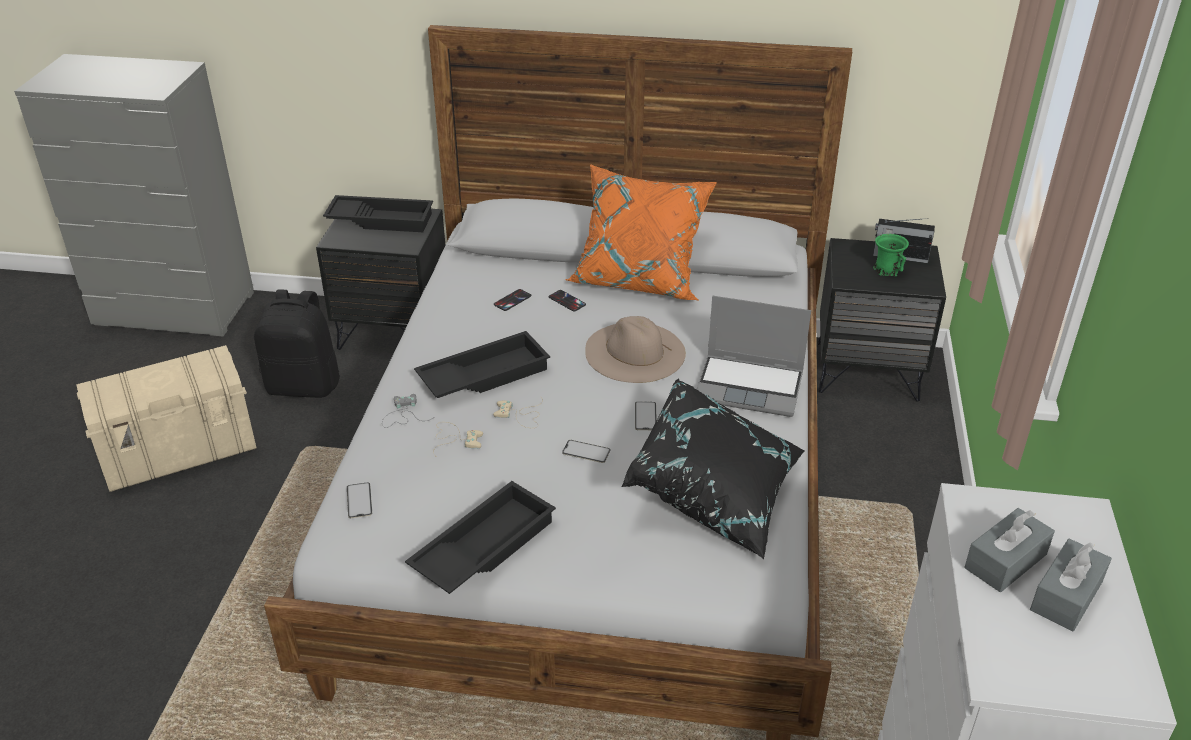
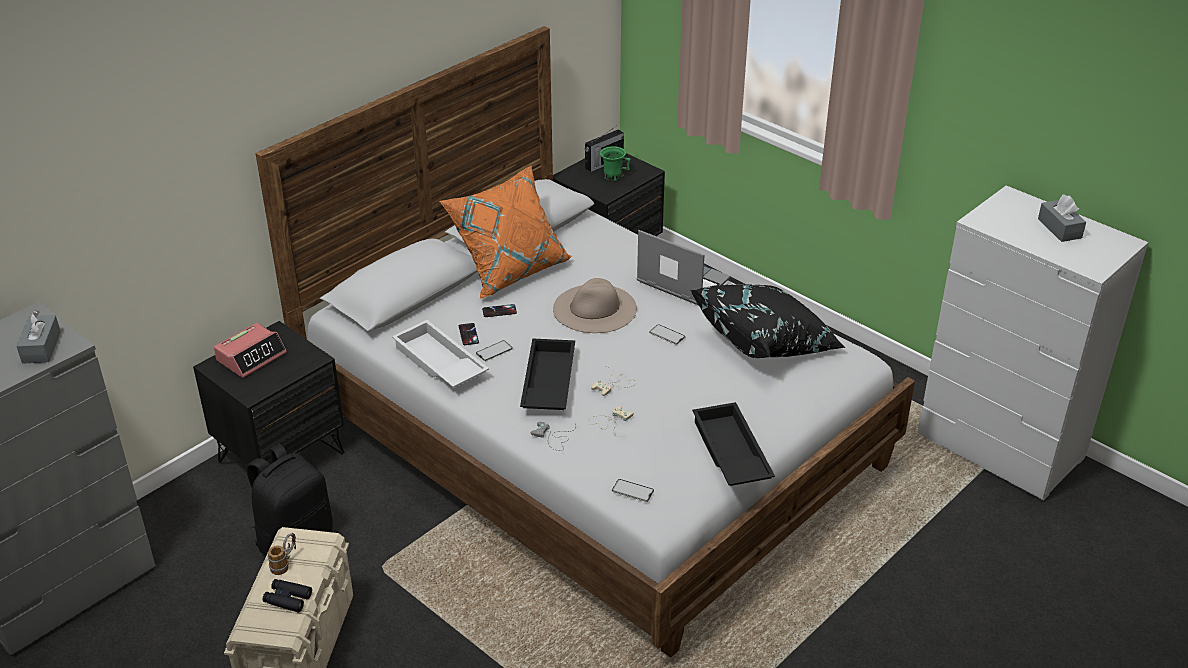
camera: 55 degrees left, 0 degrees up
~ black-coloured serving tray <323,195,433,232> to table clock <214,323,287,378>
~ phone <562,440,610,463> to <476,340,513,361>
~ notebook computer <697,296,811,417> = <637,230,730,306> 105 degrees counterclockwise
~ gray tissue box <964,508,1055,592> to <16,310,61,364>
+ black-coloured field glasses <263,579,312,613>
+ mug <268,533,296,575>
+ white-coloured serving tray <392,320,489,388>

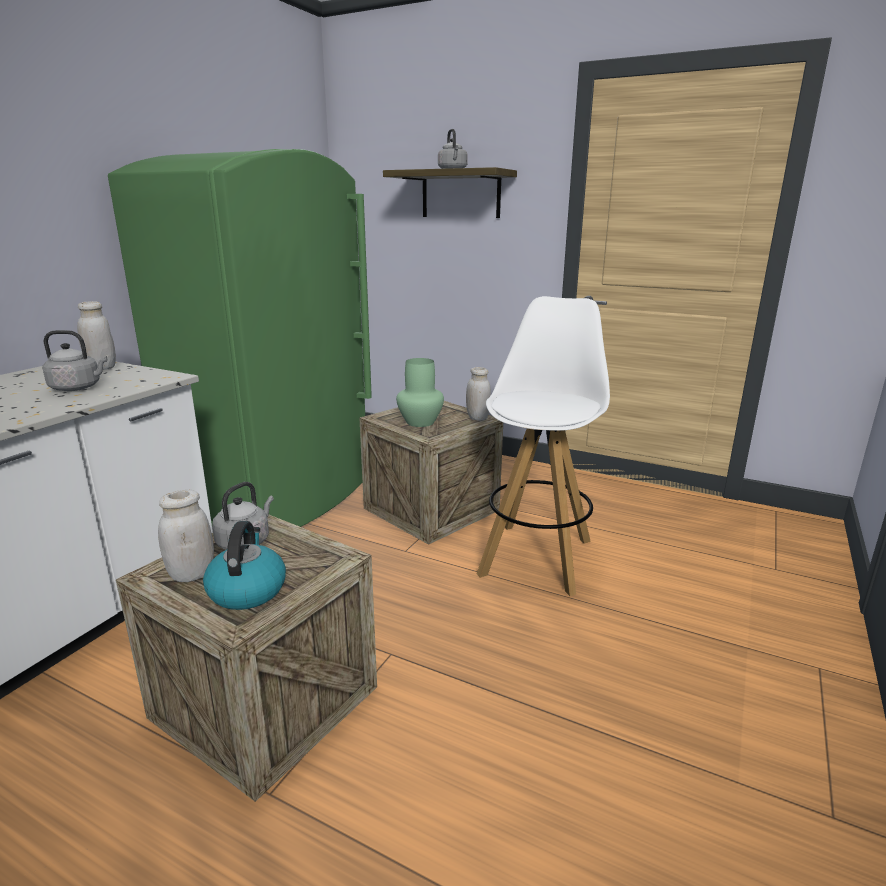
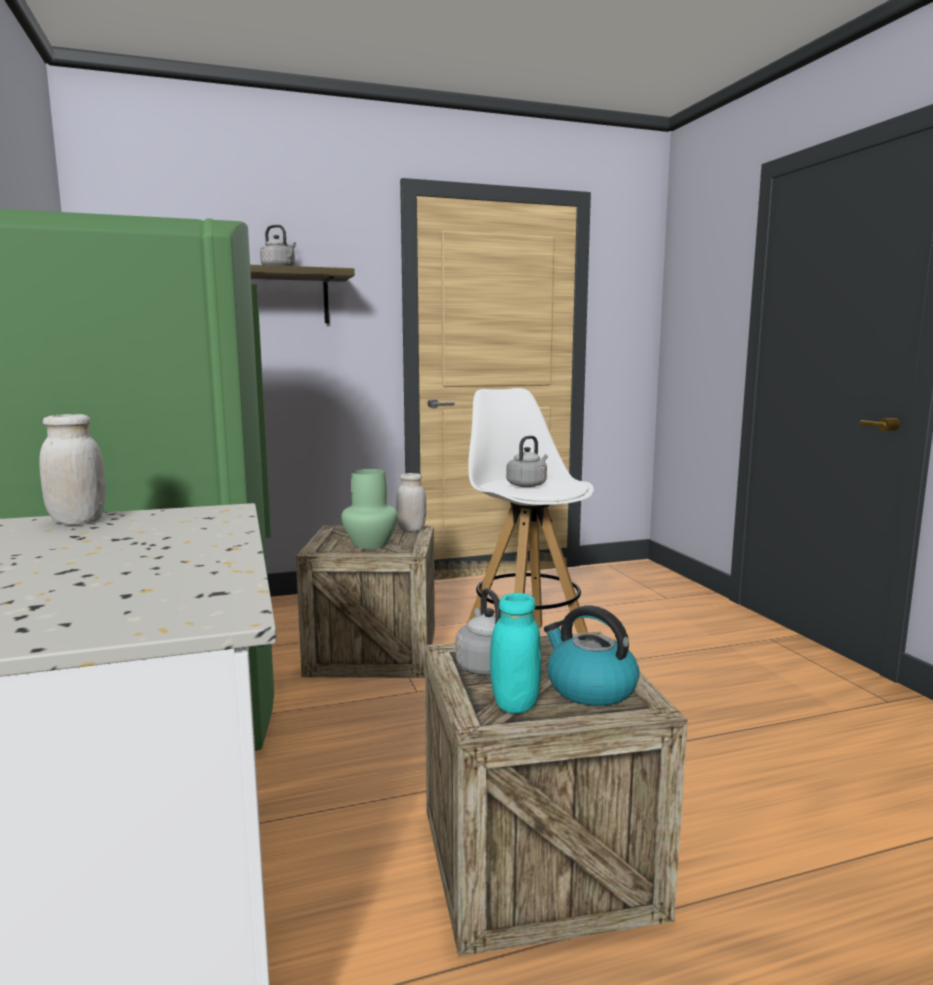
camera: 45 degrees left, 10 degrees down
~ gray kettle <43,330,107,391> to <506,436,548,487>
~ white-coloured storage jar <158,490,214,582> to blue-green storage jar <490,593,542,714>

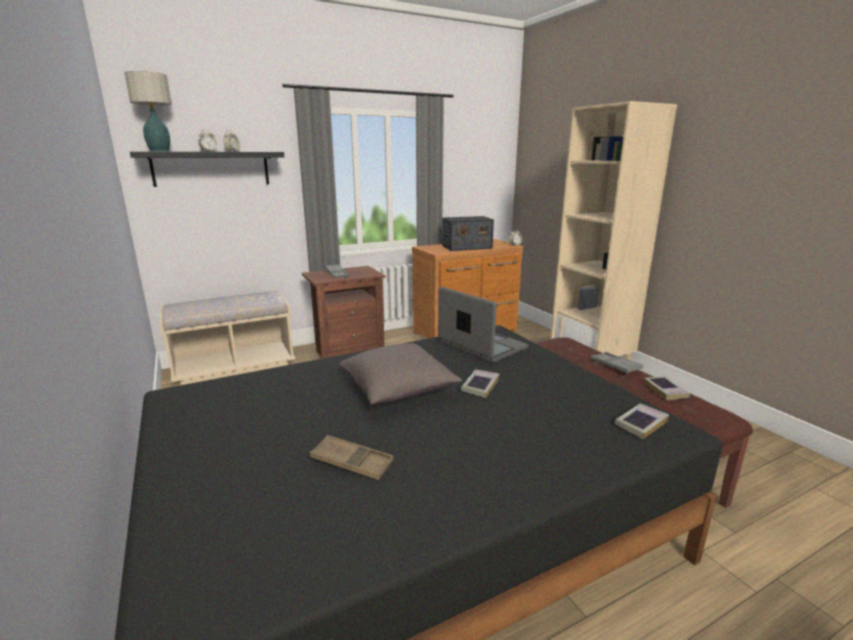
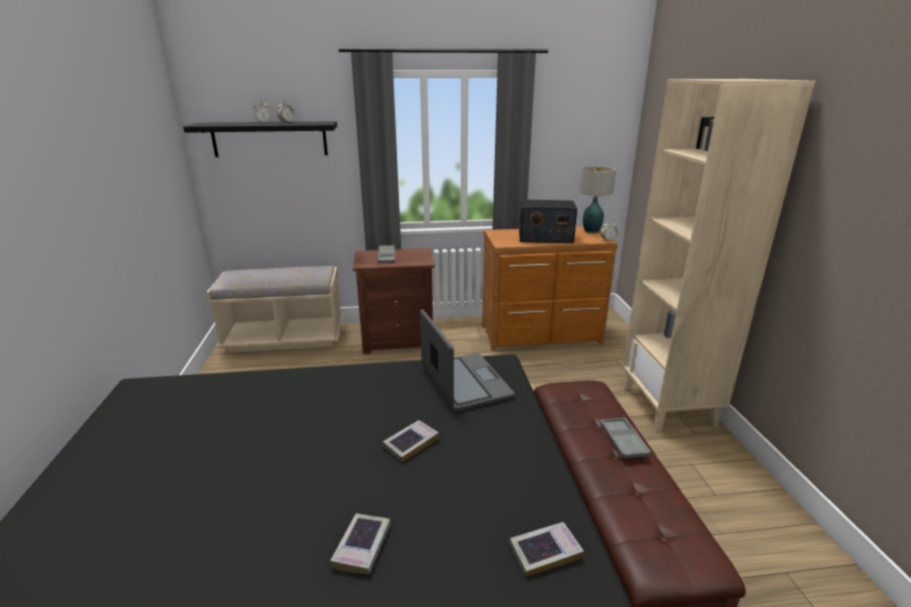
camera: 20 degrees right, 5 degrees up
~ lamp for a table <124,71,172,152> to <580,166,616,233>
- brownish serving tray <310,435,394,480>
- gray pillow <339,343,462,405>
~ volume <644,376,690,400> to <330,514,391,574>

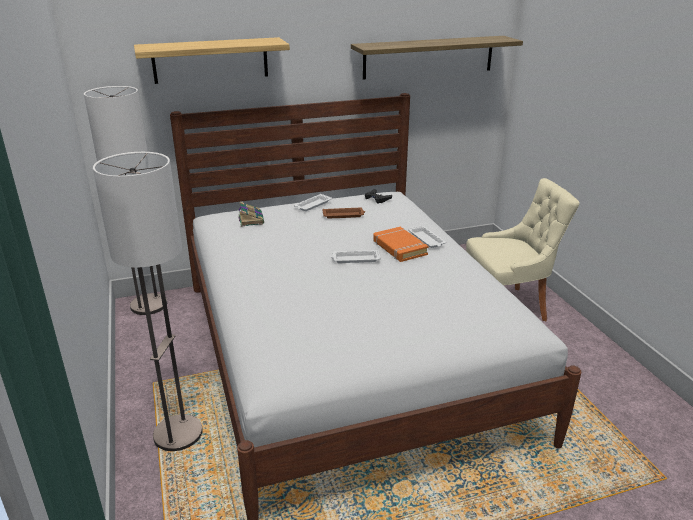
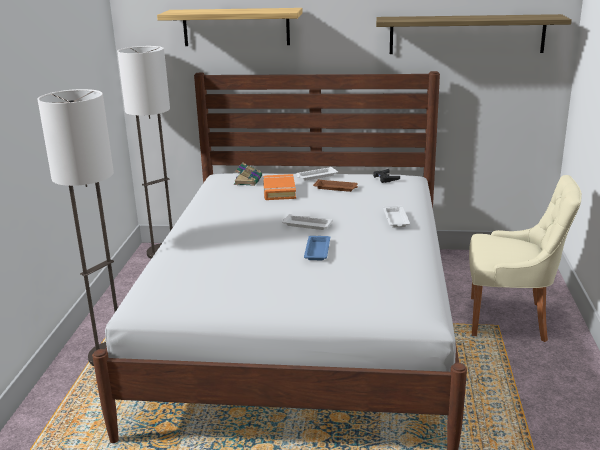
camera: 25 degrees right, 5 degrees down
~ orange-coloured volume <373,227,428,262> to <263,174,296,200>
+ blue-coloured serving tray <304,236,330,260>

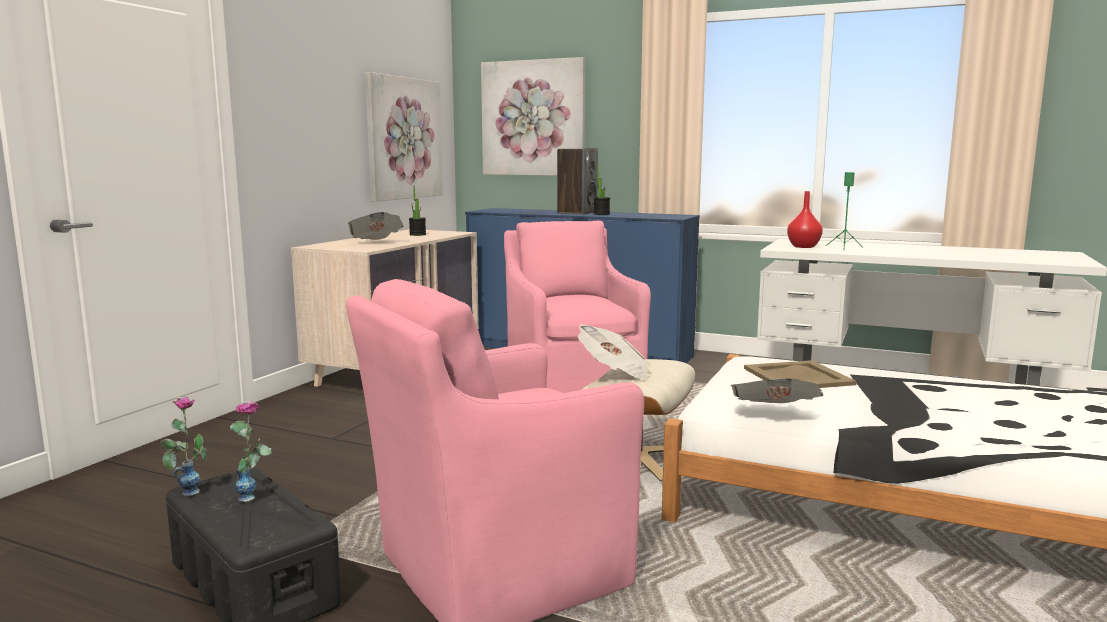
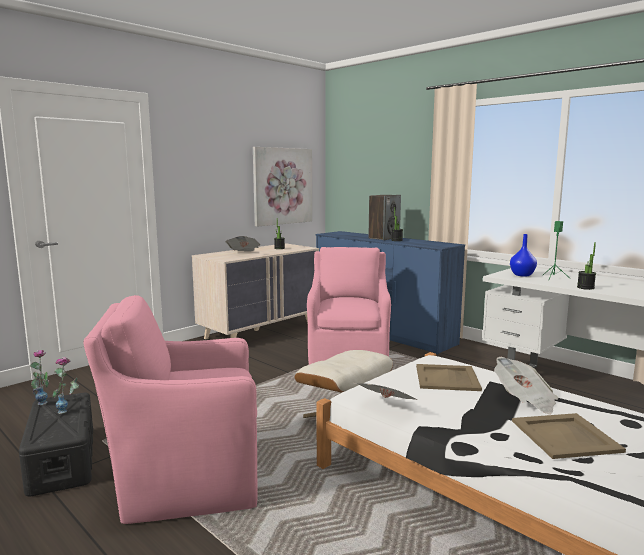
camera: 20 degrees right, 0 degrees up
- wall art <481,57,585,176>
~ printed paper <577,324,650,380> to <494,357,558,415>
~ red decorative vase <787,191,823,248> to blue-coloured decorative vase <510,234,537,277>
+ beige-coloured serving tray <512,413,626,459>
+ plant in a pot <577,242,596,290>

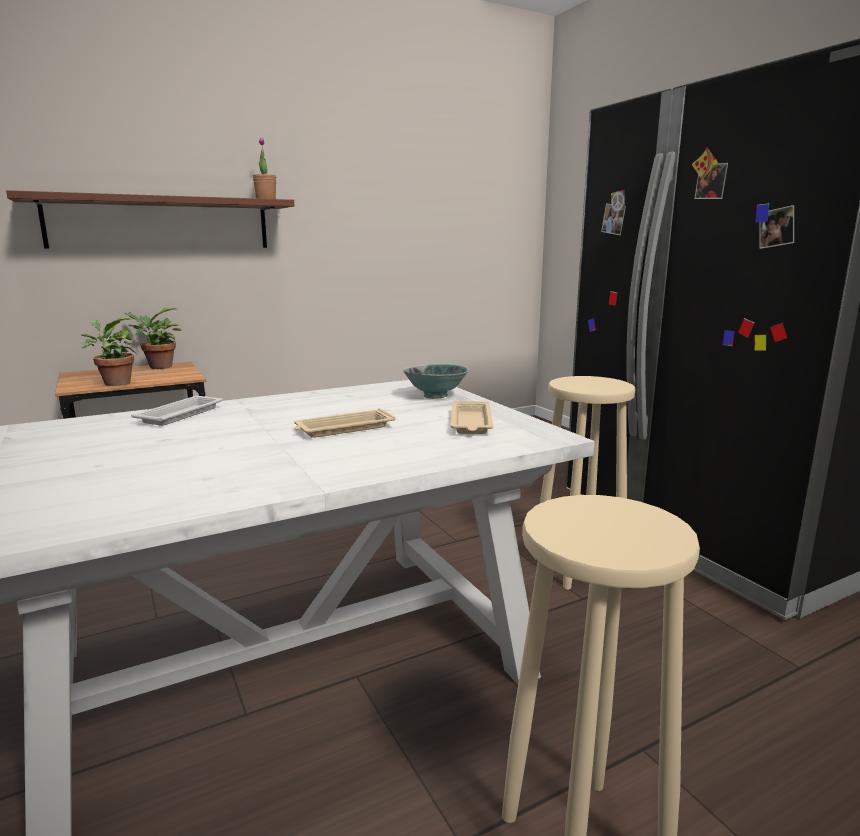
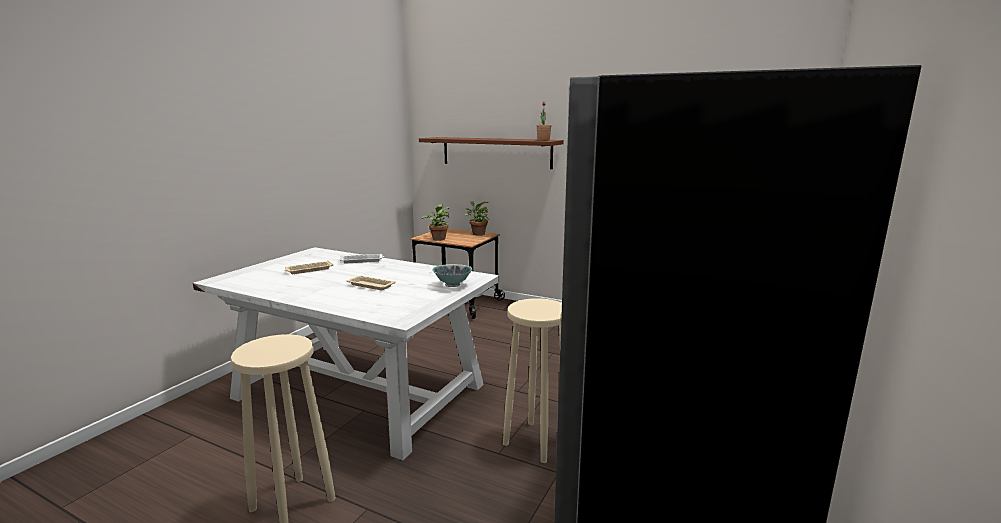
camera: 55 degrees right, 0 degrees up
~ beige-coloured serving tray <451,401,493,434> to <284,260,333,274>

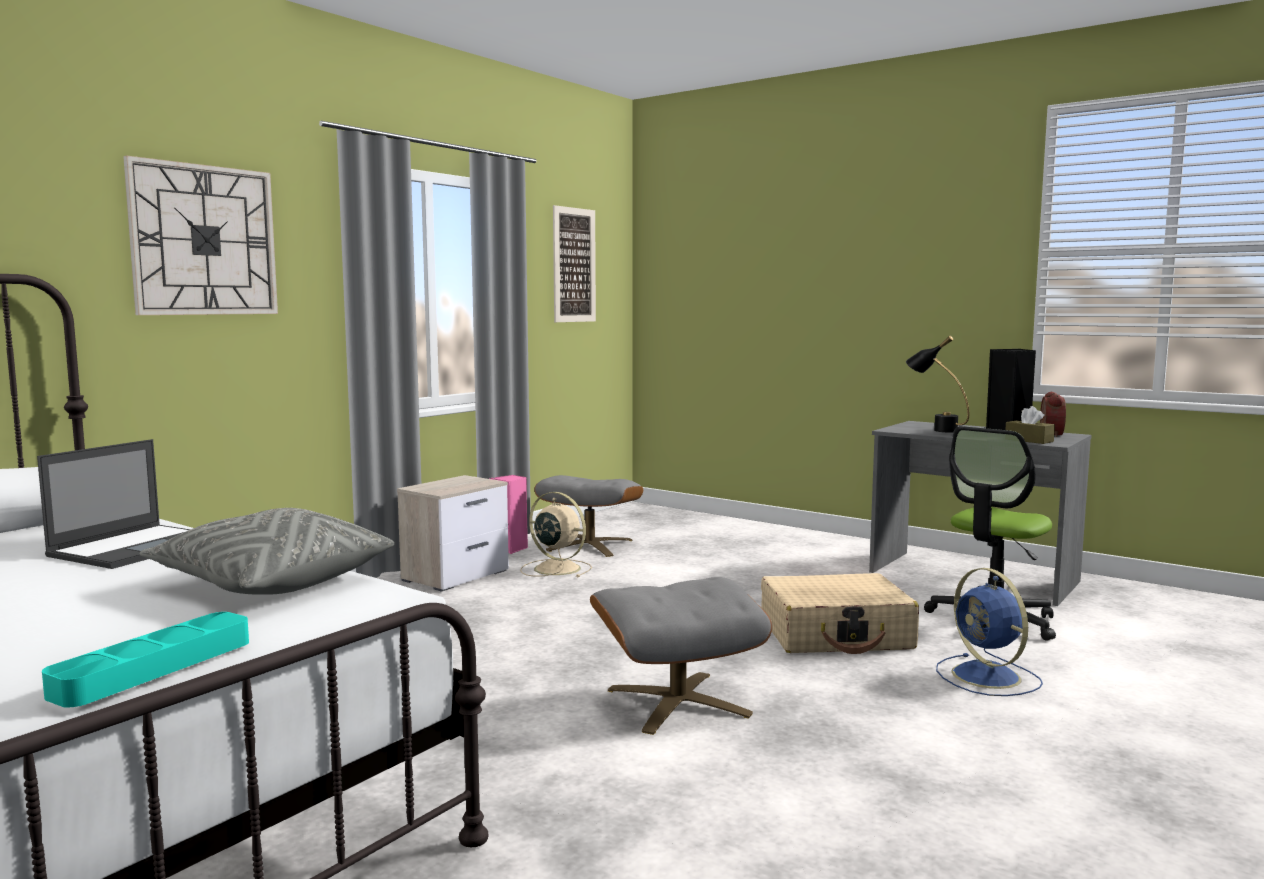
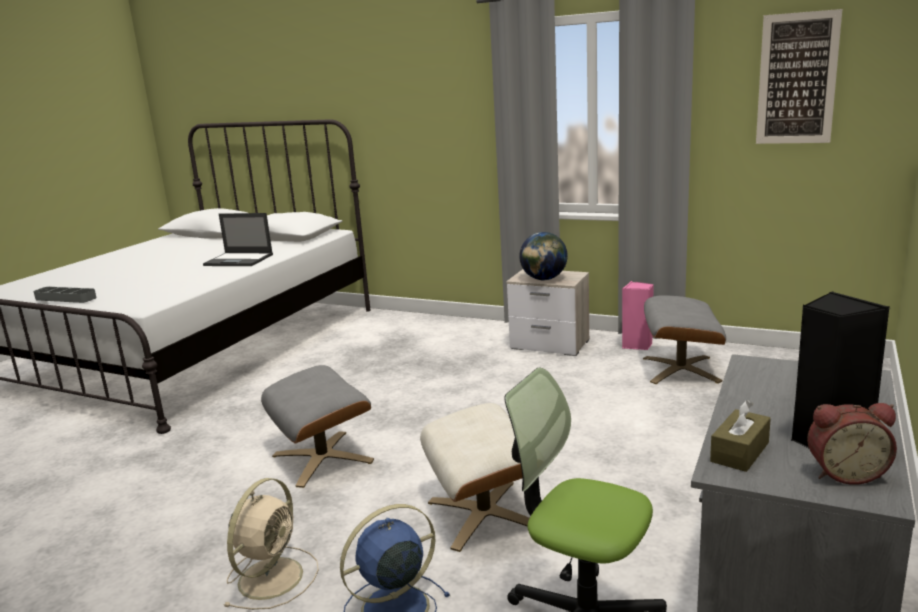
camera: 80 degrees right, 10 degrees up
~ blue-green serving tray <42,612,249,707> to gray serving tray <33,287,97,303>
- wall clock <123,156,278,315>
- gray pillow <140,508,394,595>
~ beige-coloured fan <520,492,592,577> to <223,478,319,610>
~ beige-coloured piece of luggage <761,573,919,654> to beige-coloured pouffe <420,403,546,552>
- black-coloured lamp for a table <906,336,969,432>
+ desk globe <519,232,568,281>

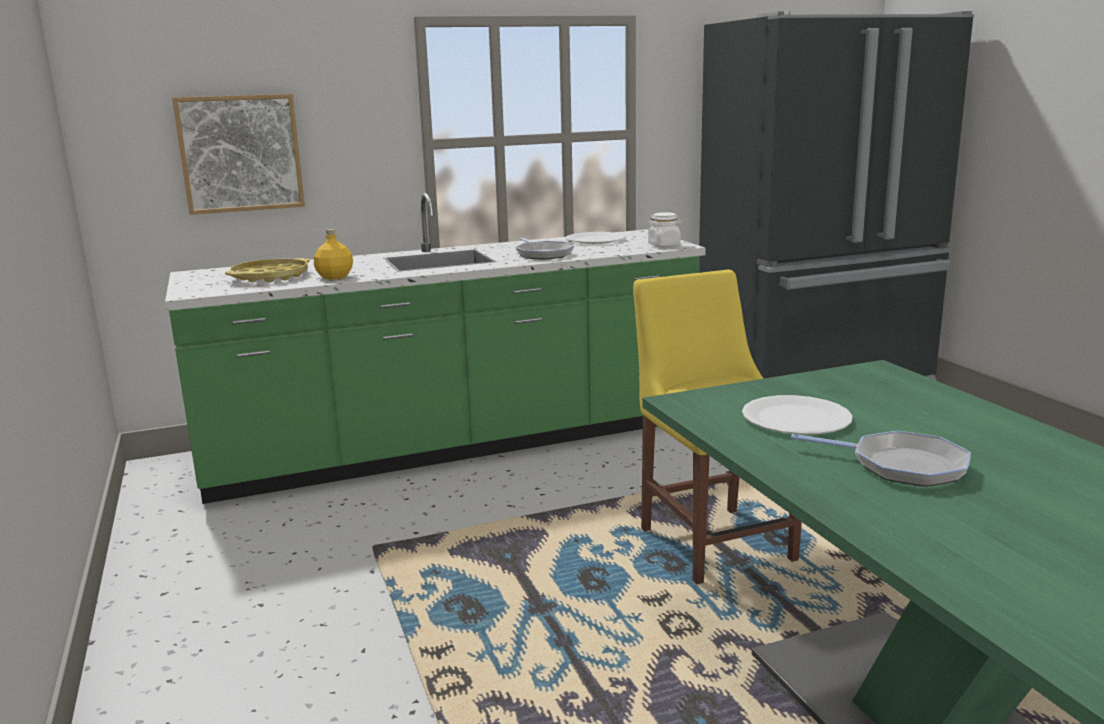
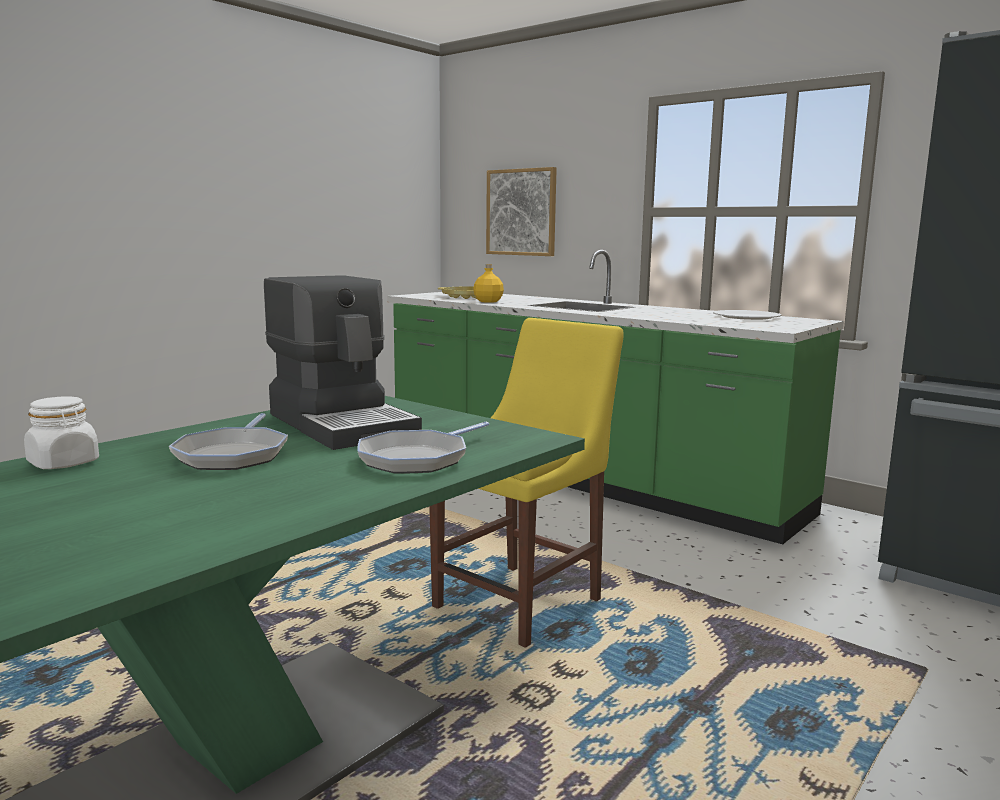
camera: 60 degrees right, 5 degrees down
~ pan <515,237,575,260> to <358,422,489,474>
~ white-coloured storage jar <647,212,682,247> to <24,397,99,469>
~ white-coloured flat dish <742,395,852,434> to coffee maker <264,275,422,450>

